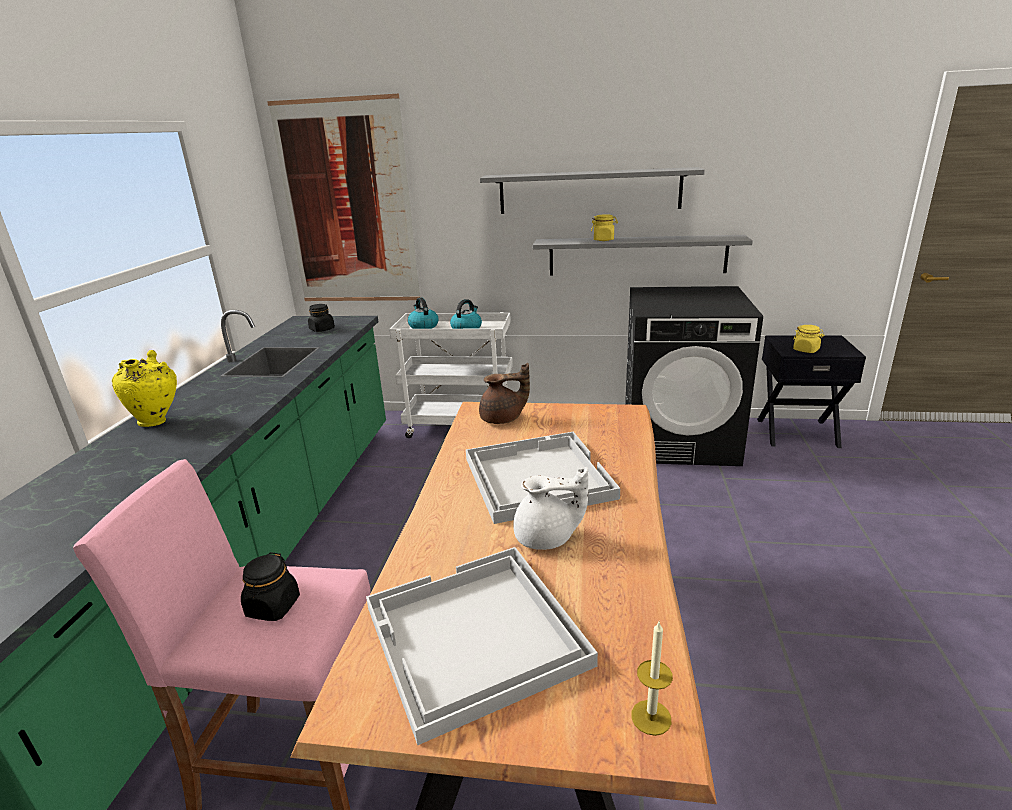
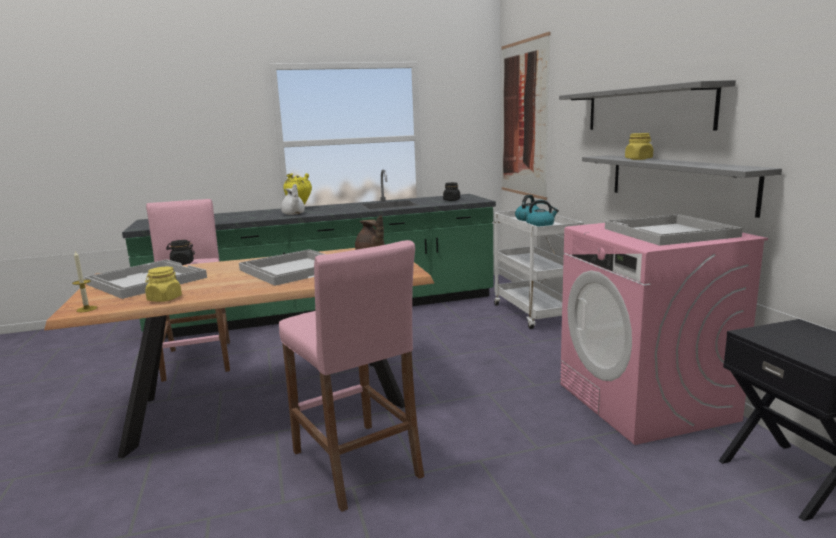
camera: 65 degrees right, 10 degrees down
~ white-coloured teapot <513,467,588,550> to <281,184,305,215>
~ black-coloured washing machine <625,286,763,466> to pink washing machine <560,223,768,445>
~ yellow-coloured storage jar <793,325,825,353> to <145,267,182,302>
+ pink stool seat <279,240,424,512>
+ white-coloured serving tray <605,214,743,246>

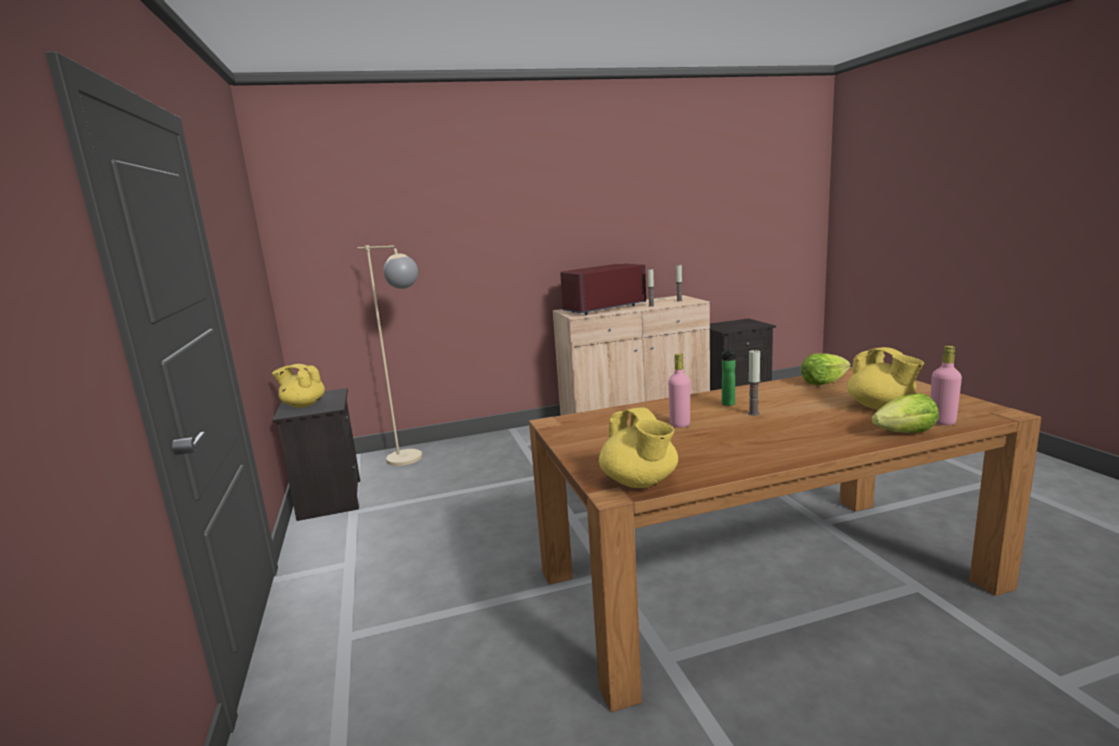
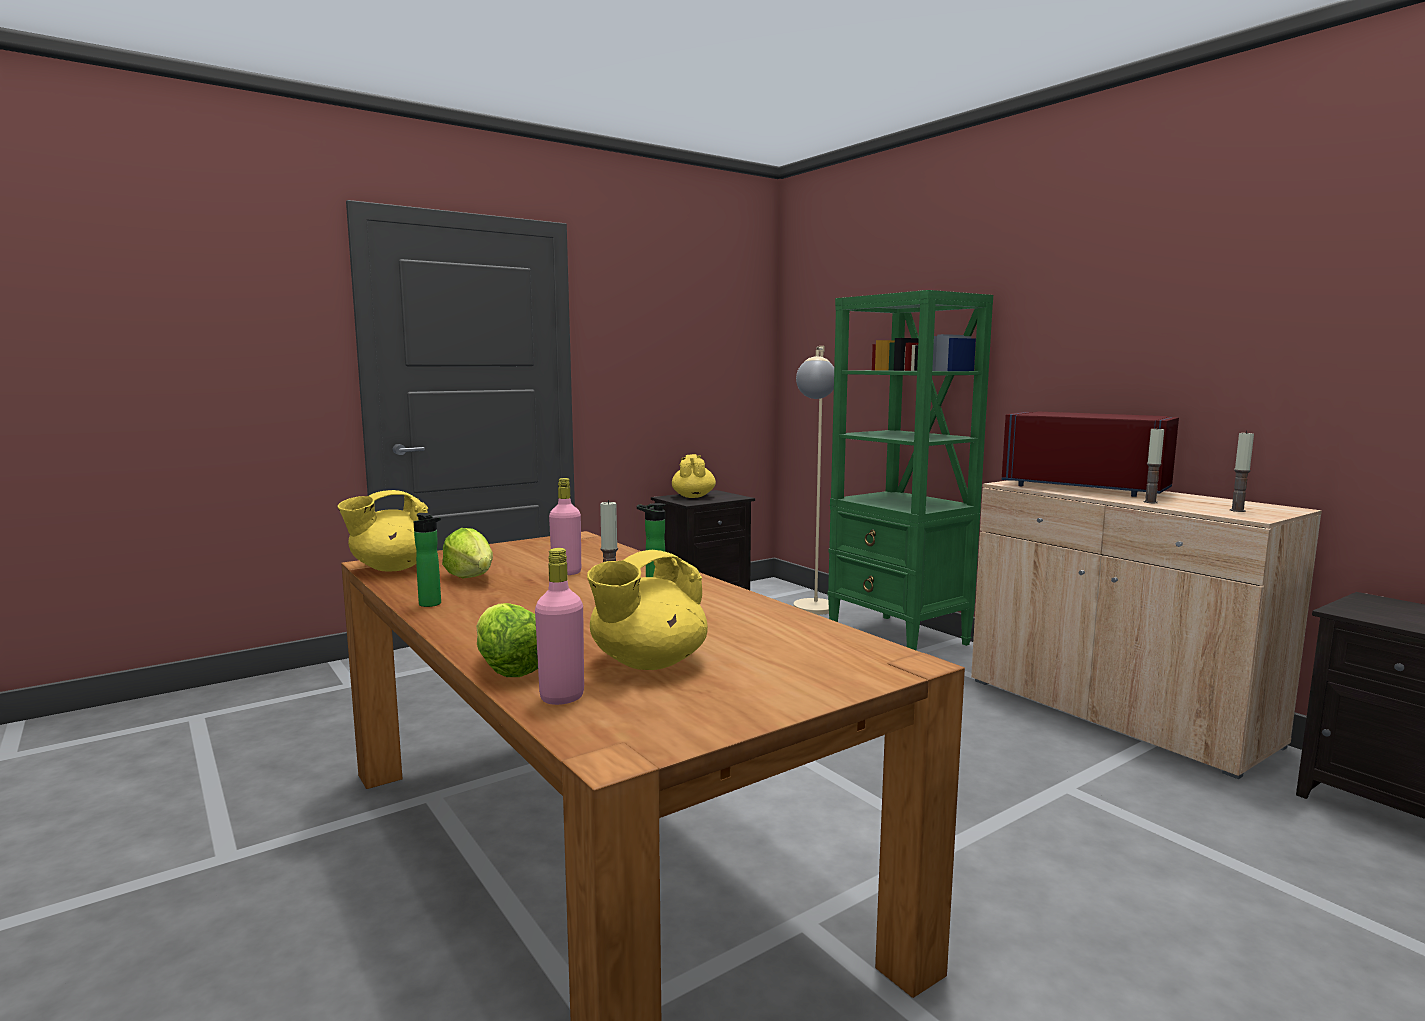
camera: 70 degrees right, 5 degrees down
~ lettuce head <801,353,851,385> to <442,528,493,579>
+ beverage bottle <414,513,441,607>
+ green-coloured shelving unit <827,290,993,650>

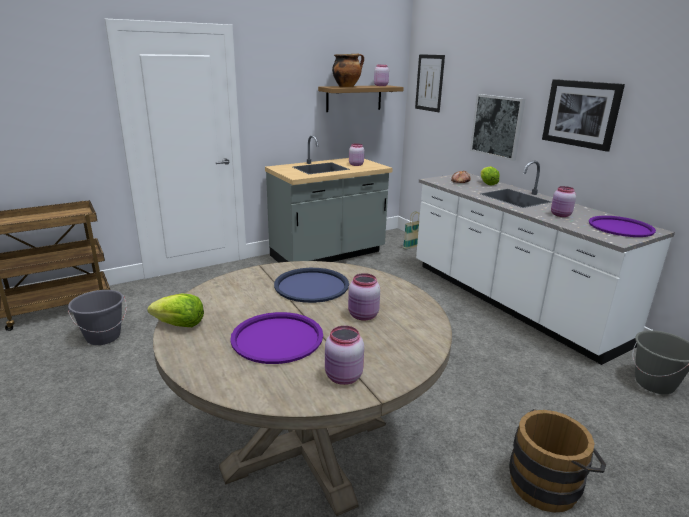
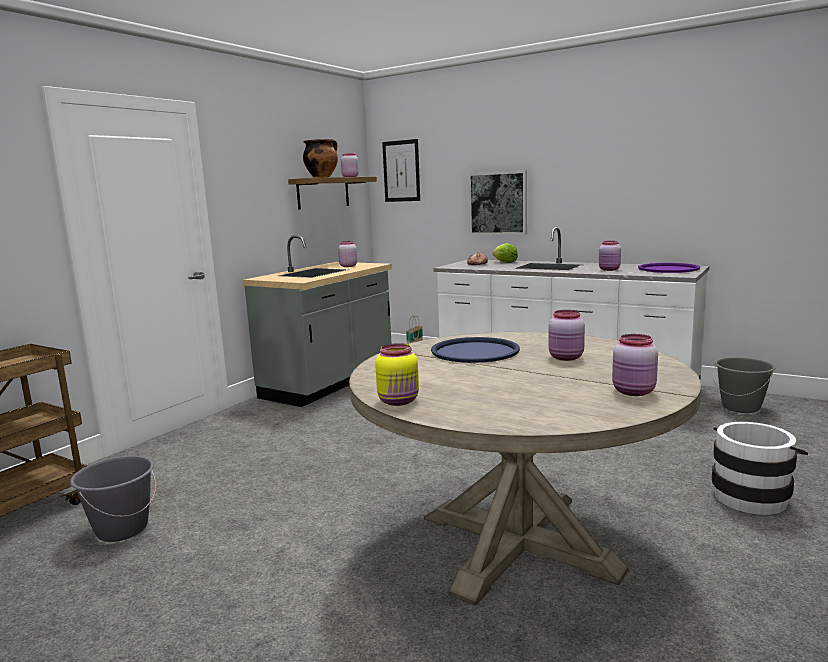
camera: 25 degrees left, 10 degrees down
~ lettuce head <147,294,204,327> to yellow-coloured storage jar <375,343,419,406>
- purple-coloured serving tray <230,312,323,364>
~ brownish water bucket <509,409,606,513> to white-coloured water bucket <712,422,808,515>
- wall art <542,79,625,152>

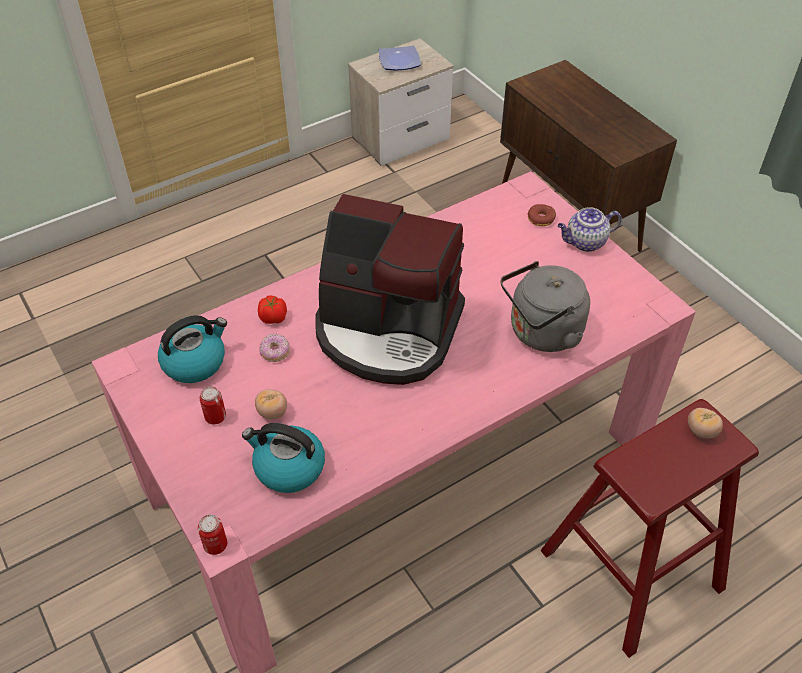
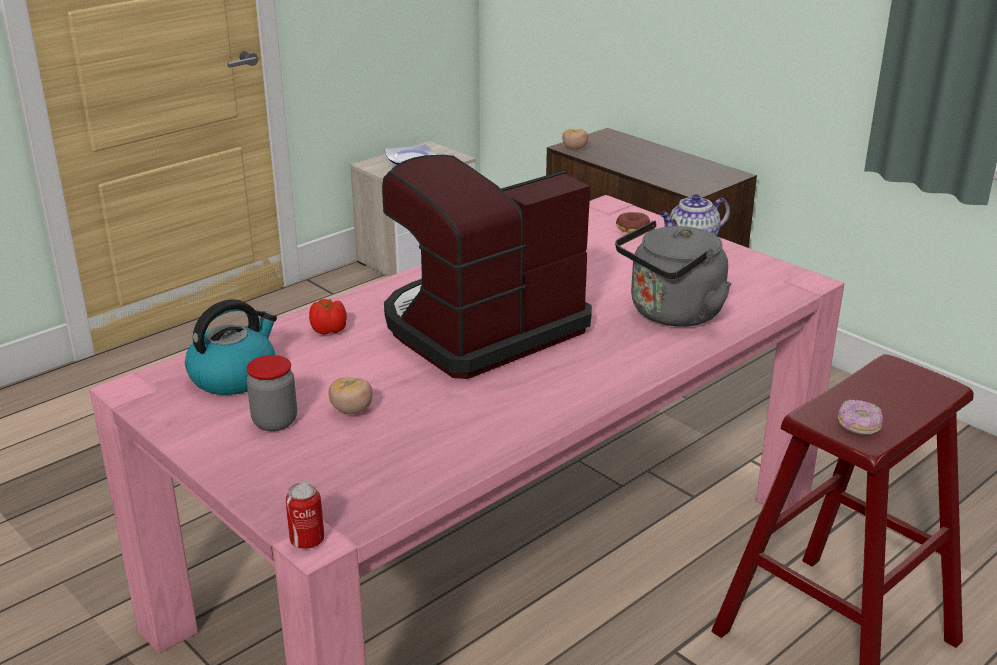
camera: 10 degrees left, 20 degrees down
~ metal can <200,386,226,424> to storage jar <246,355,297,431>
- kettle <242,423,325,493>
~ donut <259,334,290,362> to <838,399,883,435>
~ coffee maker <315,194,465,385> = <382,155,592,379> 135 degrees clockwise
~ whole tomato <688,408,723,439> to <562,129,588,150>

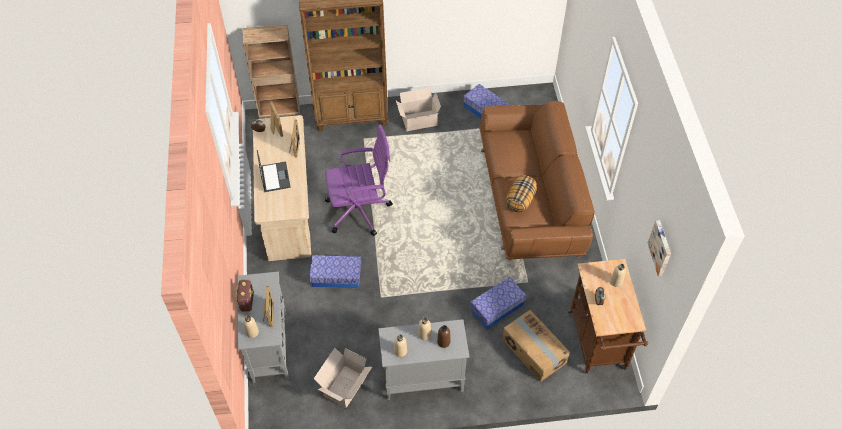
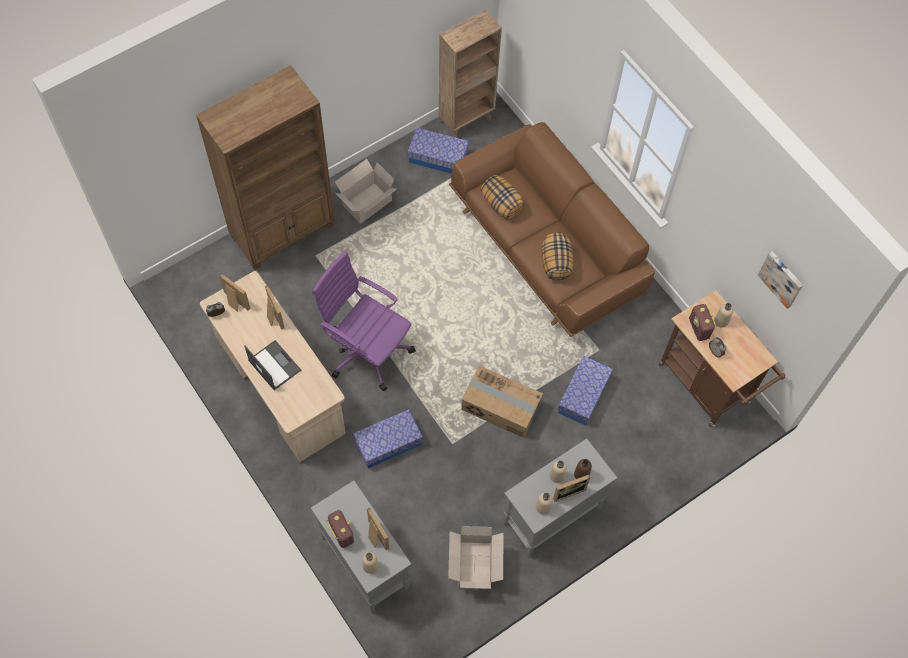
camera: 30 degrees left, 10 degrees up
~ brownish shelving unit <243,25,300,119> to <438,9,502,138>
~ purple-coloured desk chair <325,125,393,236> = <312,251,416,392> 105 degrees counterclockwise
~ packing box <502,310,570,382> to <461,365,543,438>
+ pillow <481,175,525,219>
+ photo frame <553,475,590,502>
+ radio <689,304,716,341>

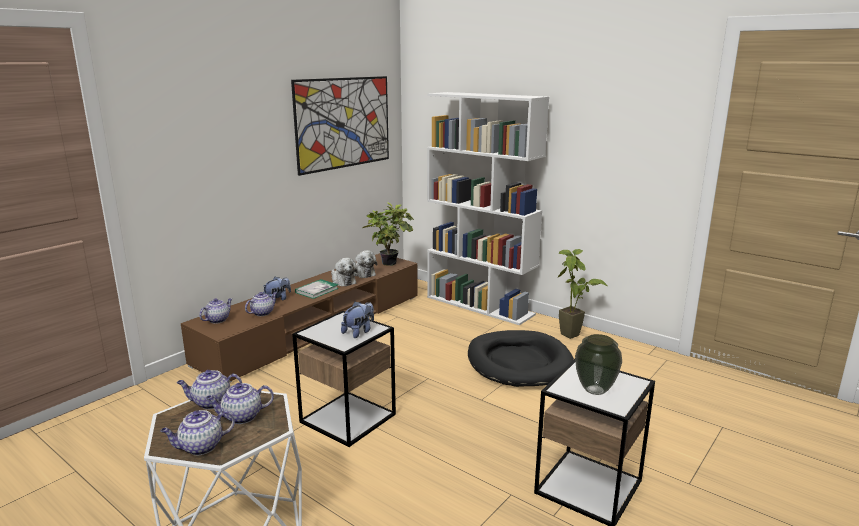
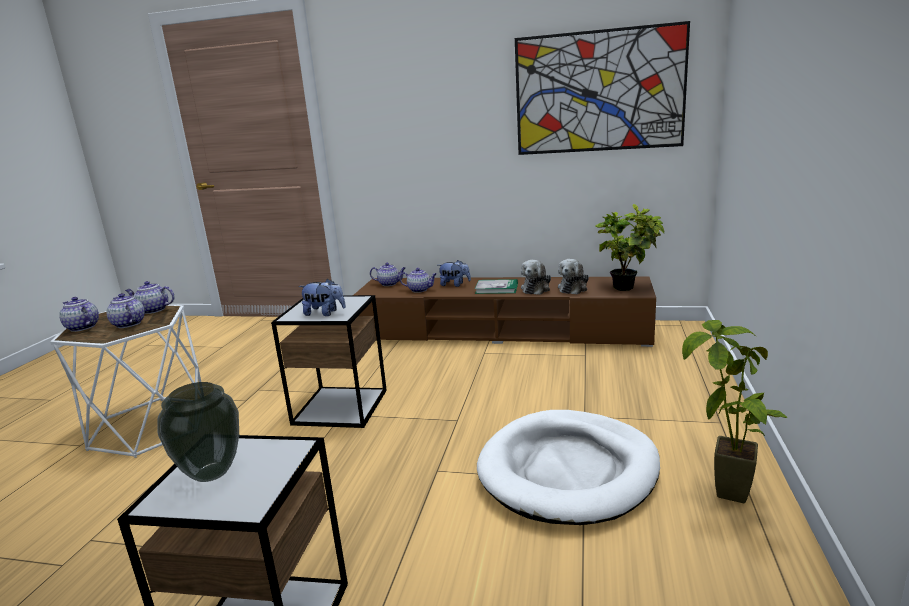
camera: 65 degrees right, 0 degrees up
~ teapot <177,370,242,409> = <125,281,175,314> 45 degrees counterclockwise
- white-coloured shelving unit <427,92,549,325>
~ black-coloured pet bed <468,330,574,387> to white-coloured pet bed <477,410,660,525>

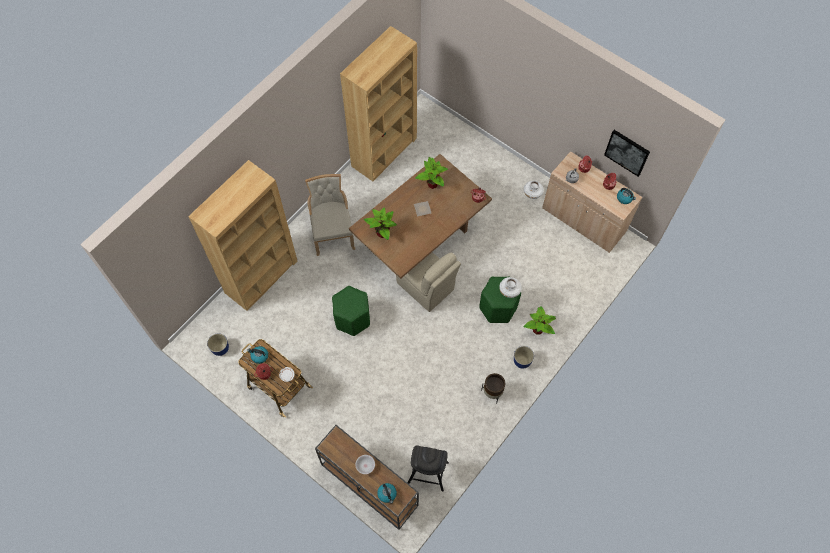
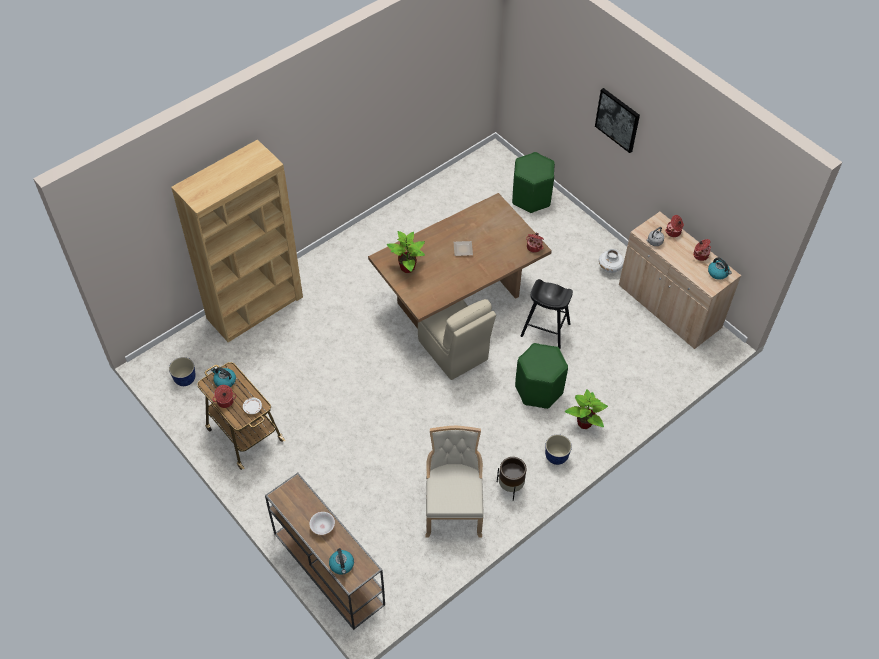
camera: 10 degrees right, 10 degrees down
~ beige-coloured chair <305,174,355,256> to <426,426,484,538>
~ green-coloured stool seat <332,286,370,336> to <512,152,555,213>
- brownish shelving unit <340,26,417,181>
~ black-coloured stool seat <408,445,449,492> to <521,279,573,349>
- plant in a pot <415,157,448,189>
- white-coloured decorative vase <499,277,522,298>
~ wall art <604,130,650,177> to <595,88,640,153>

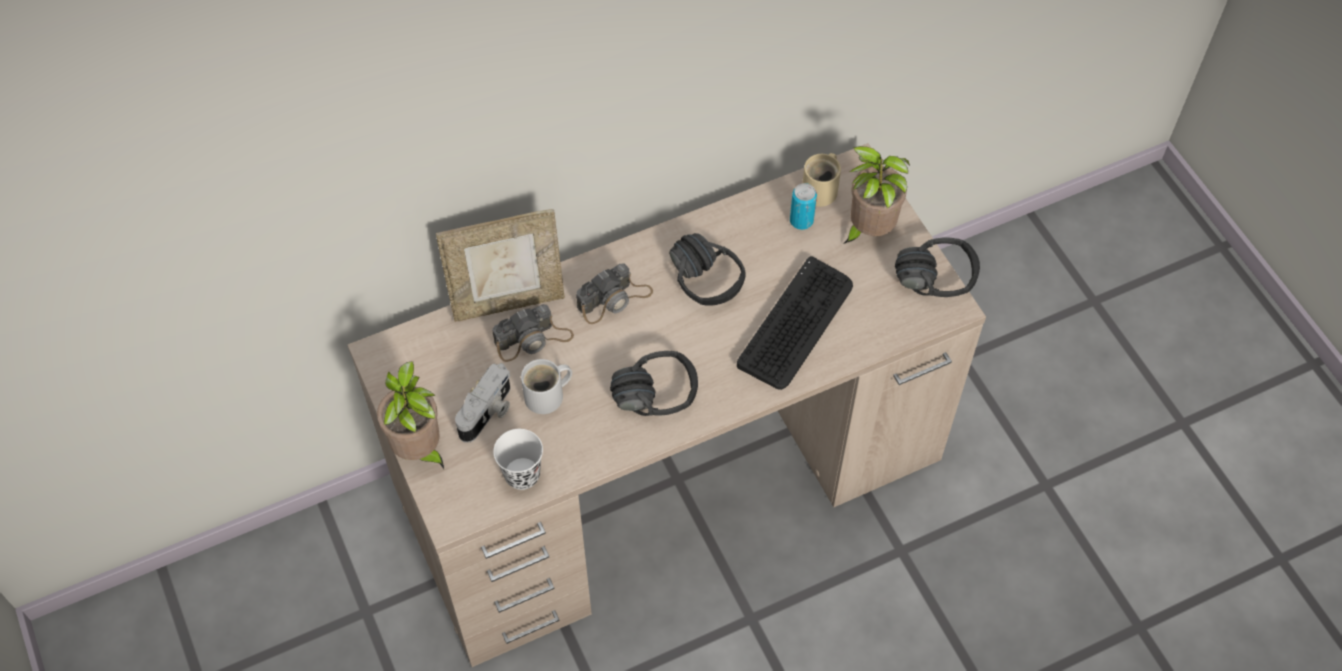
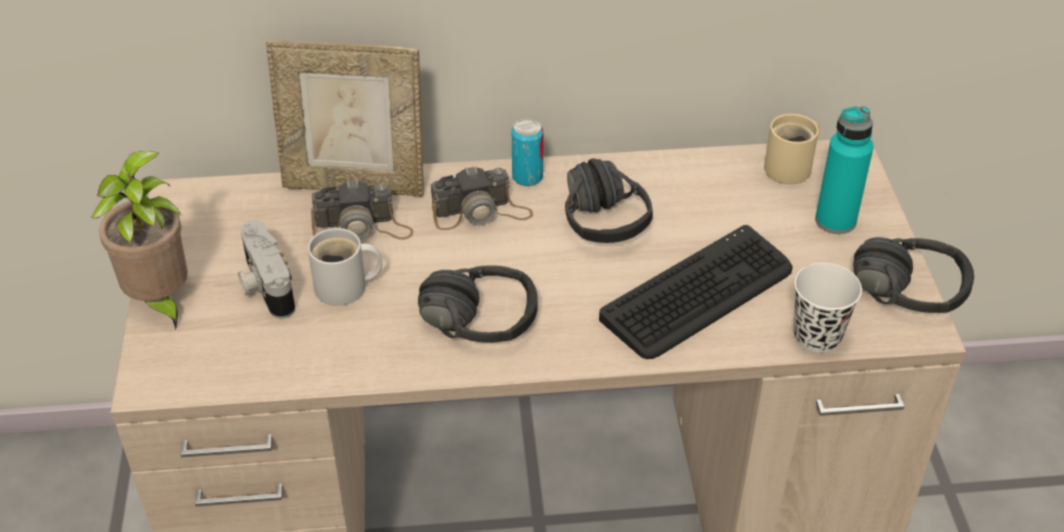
camera: 20 degrees right, 15 degrees down
~ still camera <455,363,510,443> = <238,220,295,319> 105 degrees clockwise
~ white-coloured small cup <493,429,543,490> to <794,263,862,353>
~ metal can <790,183,817,230> to <512,118,543,186>
~ plant in a pot <843,146,910,244> to blue-green beverage bottle <815,106,873,234>

